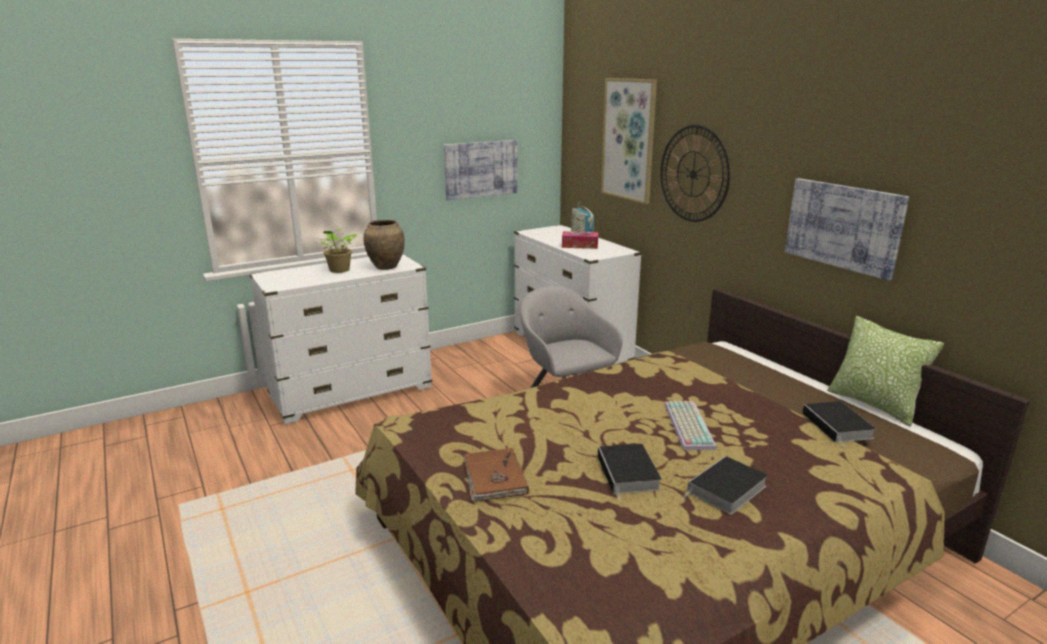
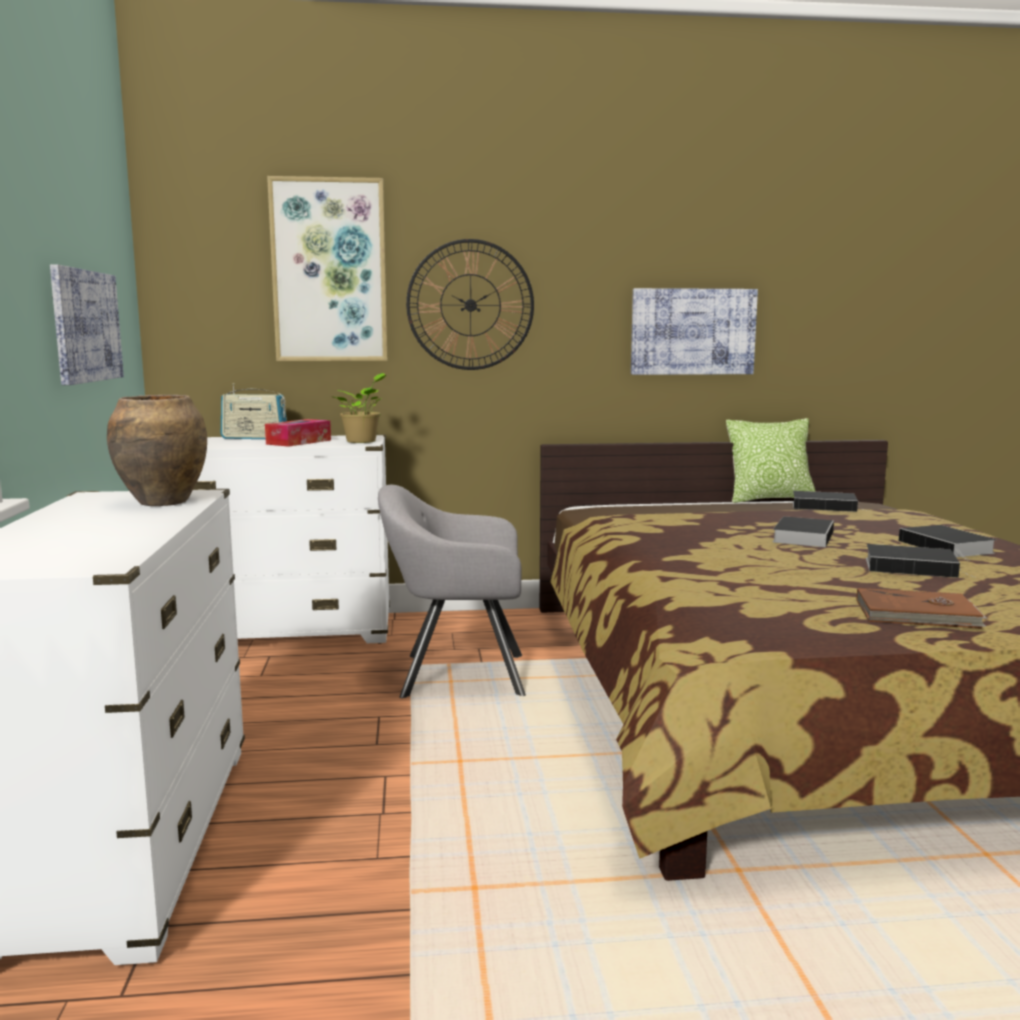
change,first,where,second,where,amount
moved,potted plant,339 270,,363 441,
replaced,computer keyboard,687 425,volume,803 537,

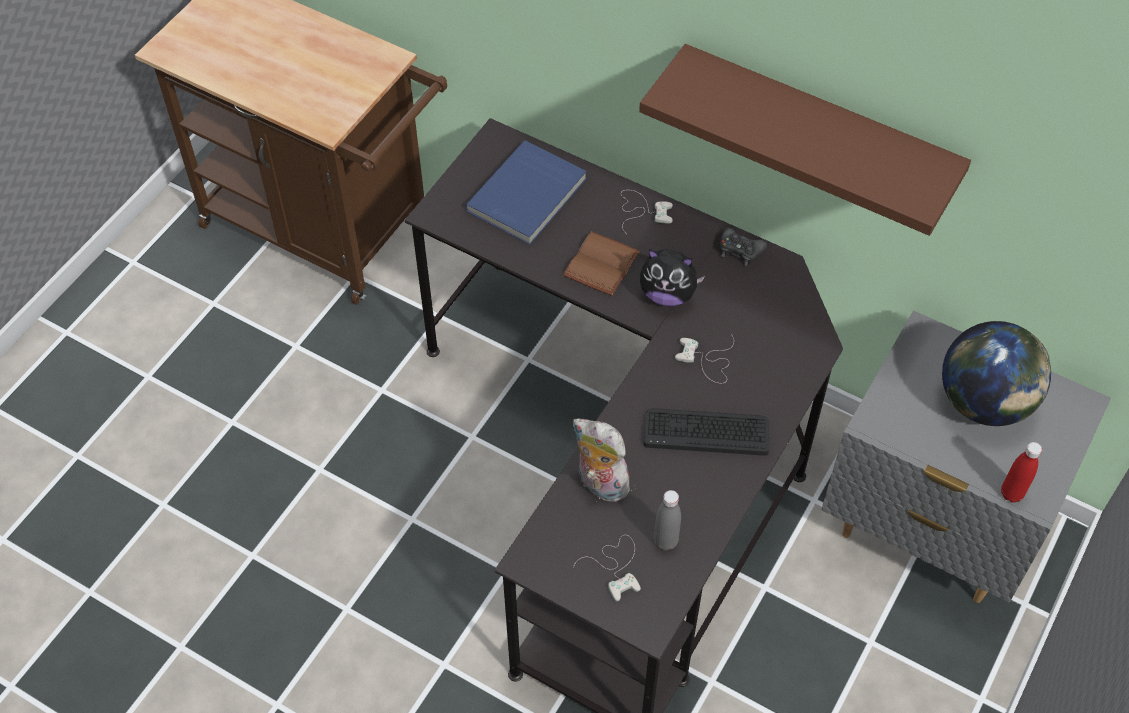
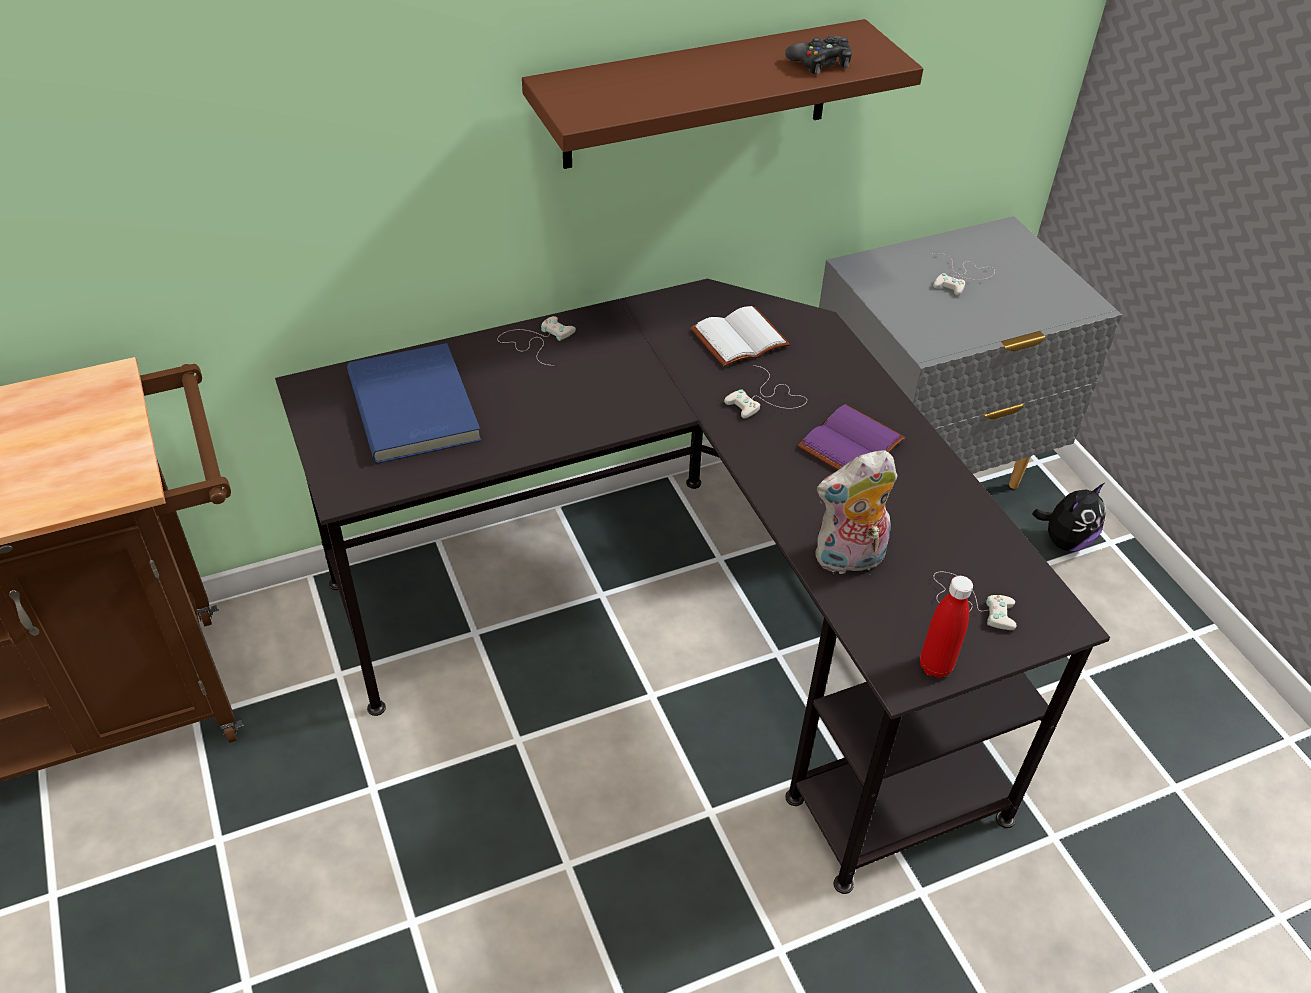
change,first,where,second,where,amount
added,,,volume/whitish,739 337,
moved,game controller/black-coloured,740 250,,820 63,
replaced,computer keyboard,706 432,volume/purple,852 446,
moved,drink bottle/reddish,1011 493,,935 666,
replaced,globe,984 402,game controller/whitish,961 277,
moved,soft toy,667 294,,1065 540,
removed,volume/brown,602 266,,,
removed,drink bottle/grey,665 541,,,

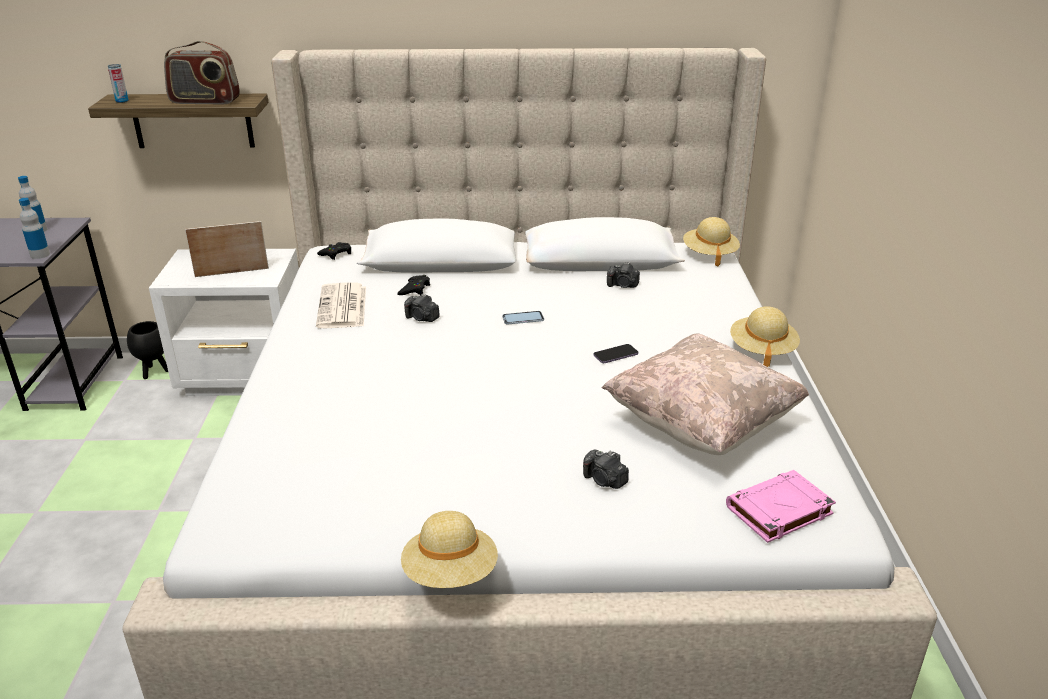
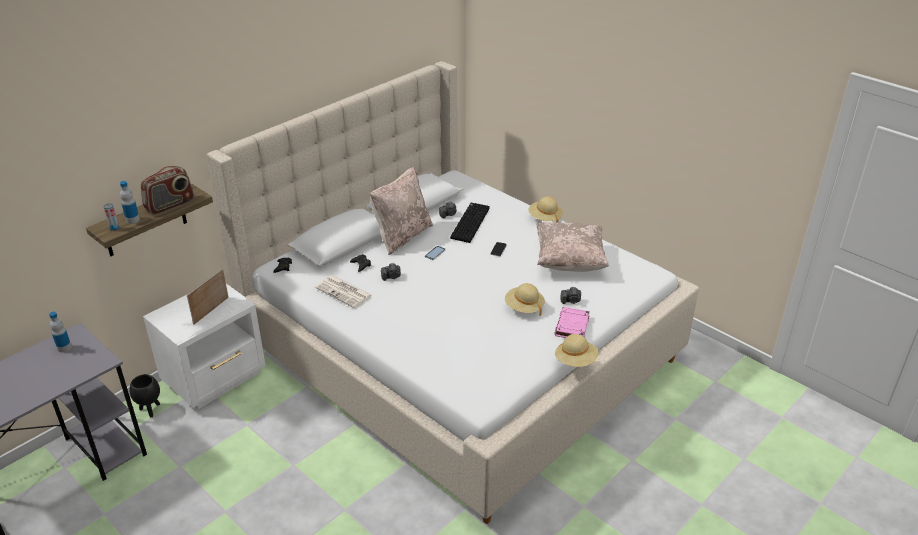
change,first,where,second,where,amount
moved,drink bottle,40 255,,132 220,
added,,,pillow/beige-coloured,402 236,
added,,,computer keyboard,469 222,
moved,clothing hat/beige-coloured,709 254,,524 307,
moved,volume/pink-coloured,778 511,,572 327,

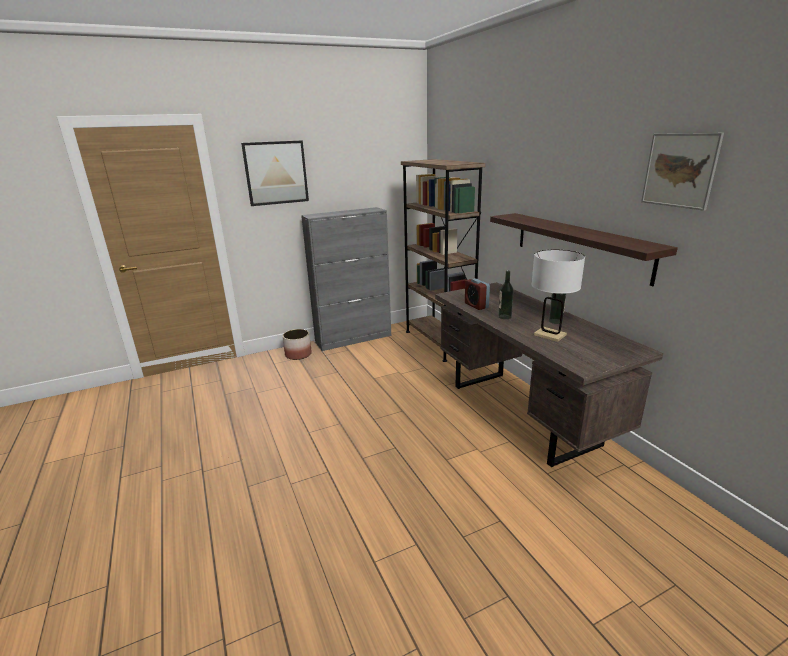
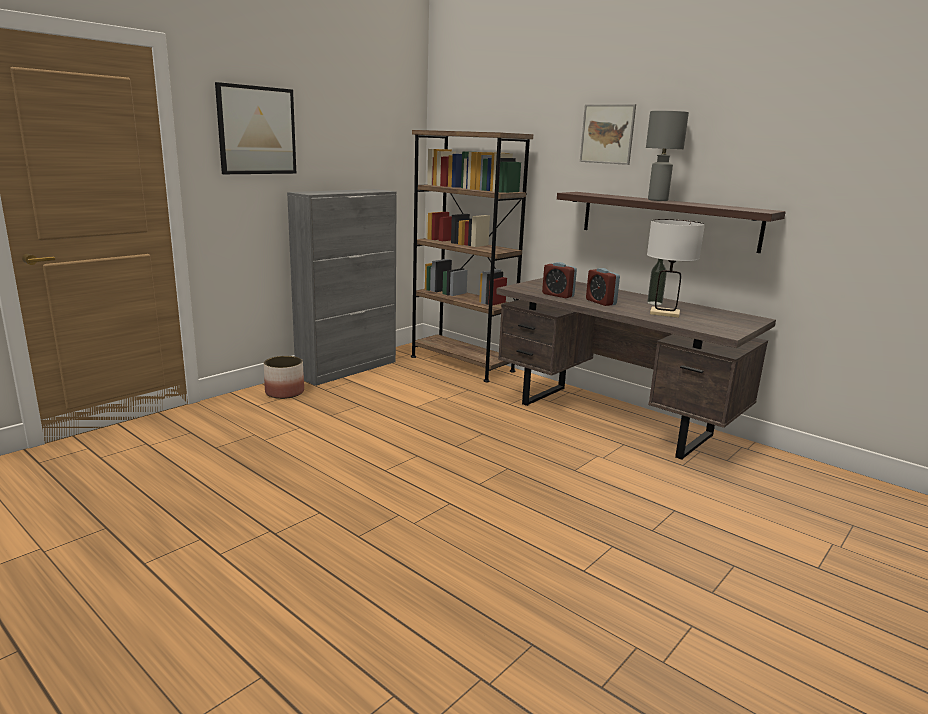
change,first,where,second,where,amount
moved,wall picture,679 170,,607 134,
replaced,drink bottle,504 317,bedside clock,600 302,
added,,,lamp for a table/grey,658 200,

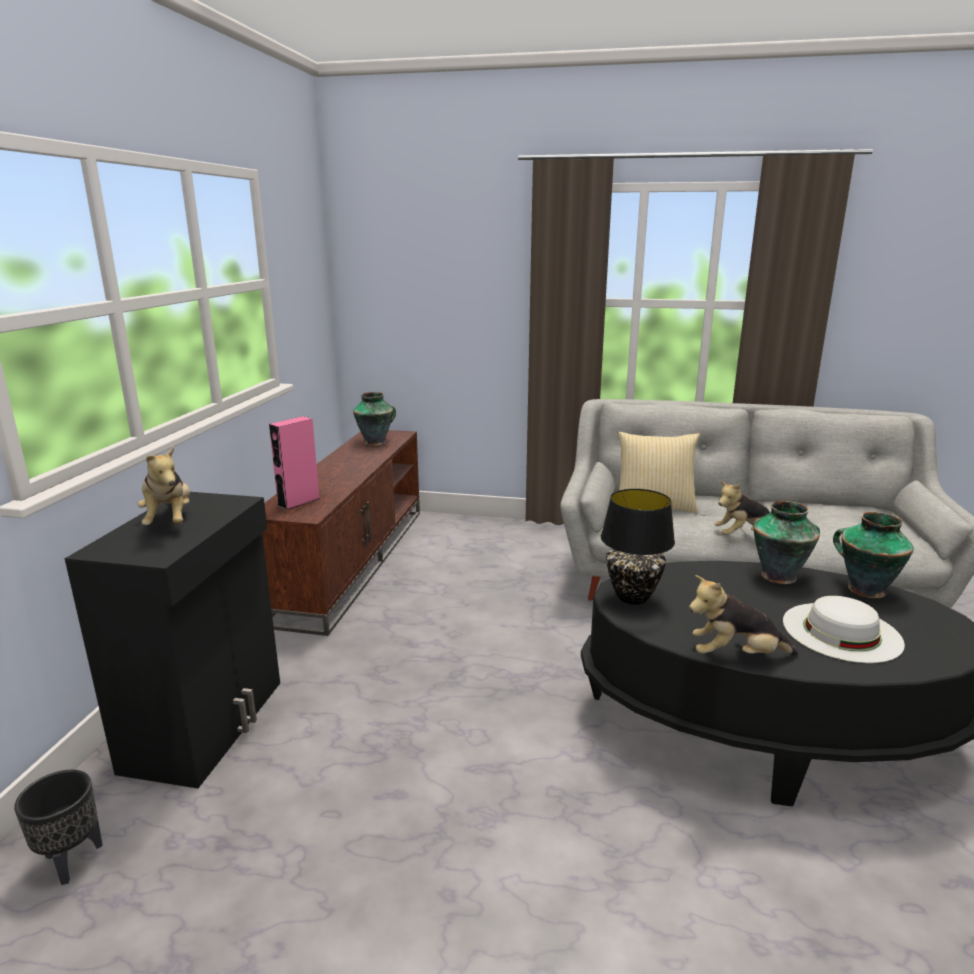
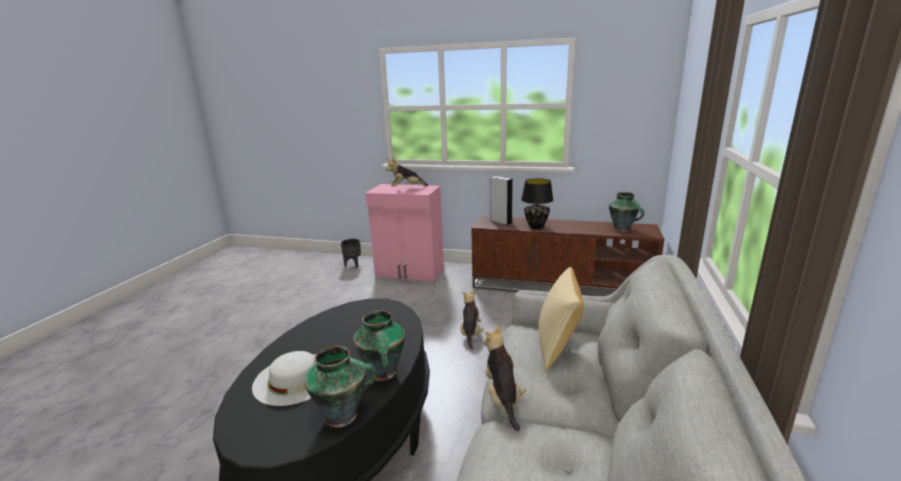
change,first,where,second,where,amount
recoloured,cabinet/black-coloured,208 724,cabinet/pink-coloured,409 272,
moved,soft toy,736 656,,471 333,
recoloured,audio speaker/pink-coloured,298 502,audio speaker/grey,501 222,
moved,lamp for a table/black-coloured,633 598,,535 227,

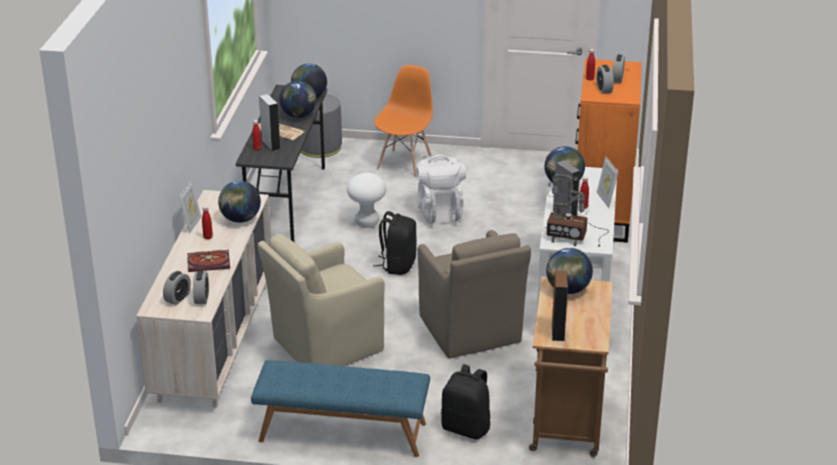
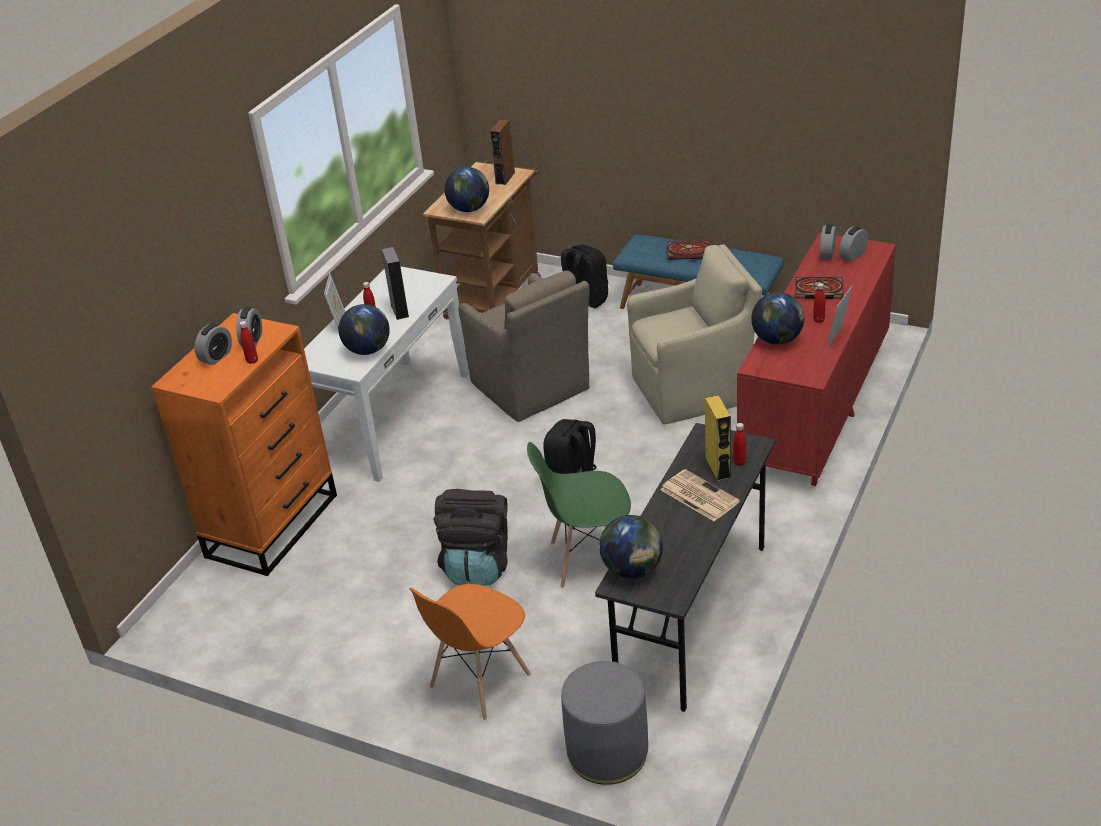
change,first,where,second,where,amount
recoloured,rucksack/whitish,439 212,rucksack/black-coloured,477 565,
turned,armchair/brown,470 331,,531 388,150 degrees clockwise
replaced,stool/whitish,367 223,upright chair/green,587 559,
added,,,volume,689 251,
recoloured,audio speaker/grey,271 145,audio speaker/yellowish,718 468,
recoloured,chest of drawers/beige-coloured,215 341,chest of drawers/reddish,816 408,
removed,globe,299 115,,,
removed,lamp for a table,572 236,,,

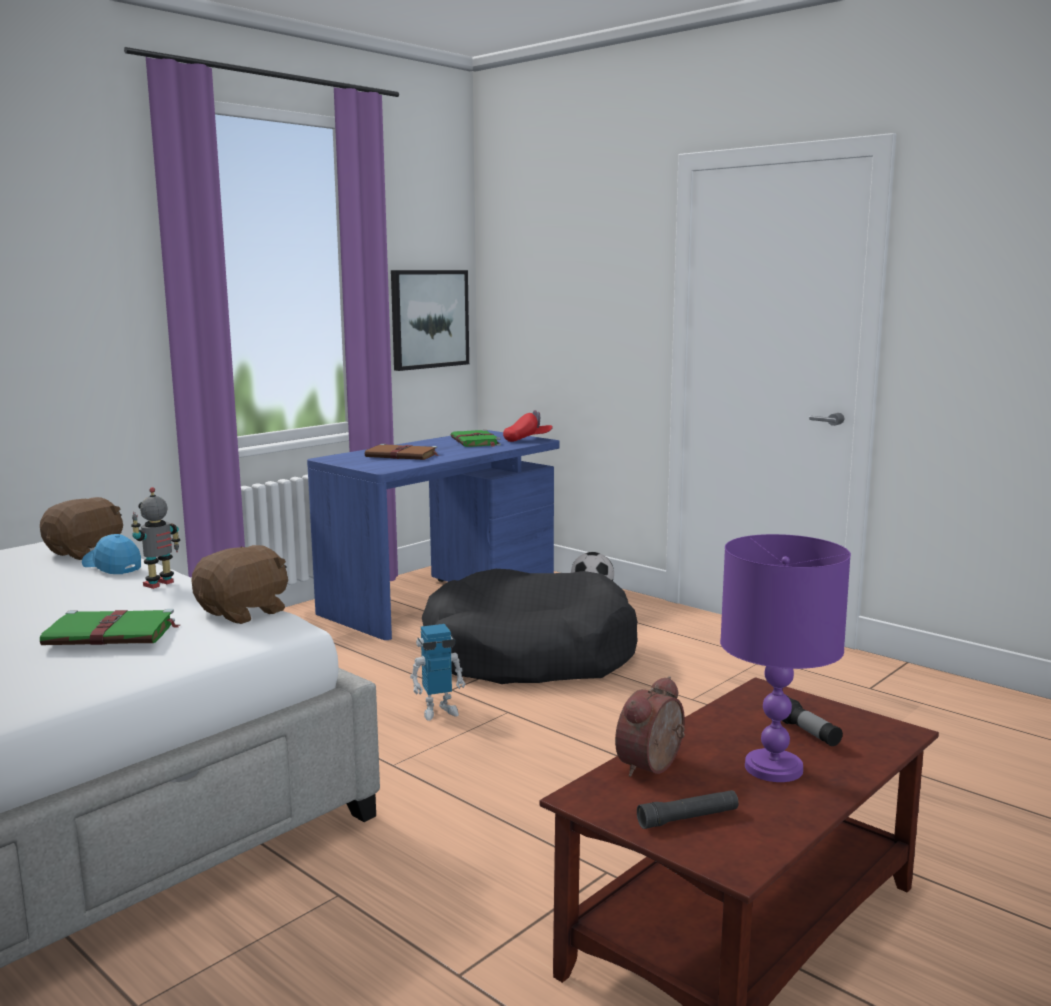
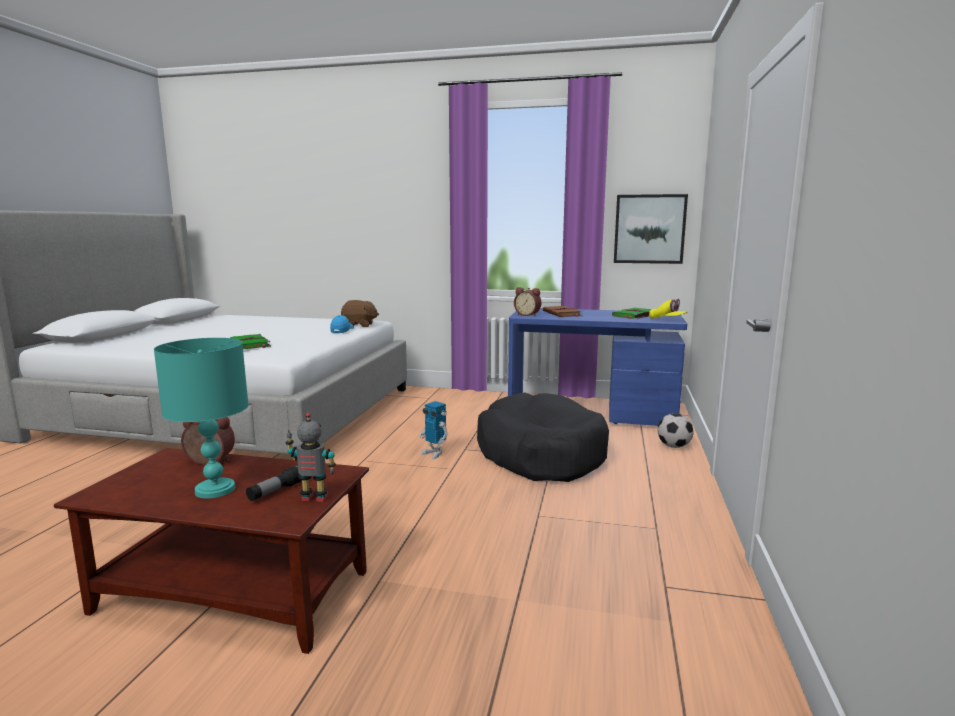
change,first,where,second,where,amount
recoloured,lamp for a table/purple,774 768,lamp for a table/turquoise,215 490,
moved,robot figure,160 584,,314 499,
added,,,bedside clock,528 315,
recoloured,baseball cap/reddish,527 440,baseball cap/yellowish,667 320,
removed,soft toy/brown,244 613,,,
removed,flashlight/black-coloured,688 818,,,

